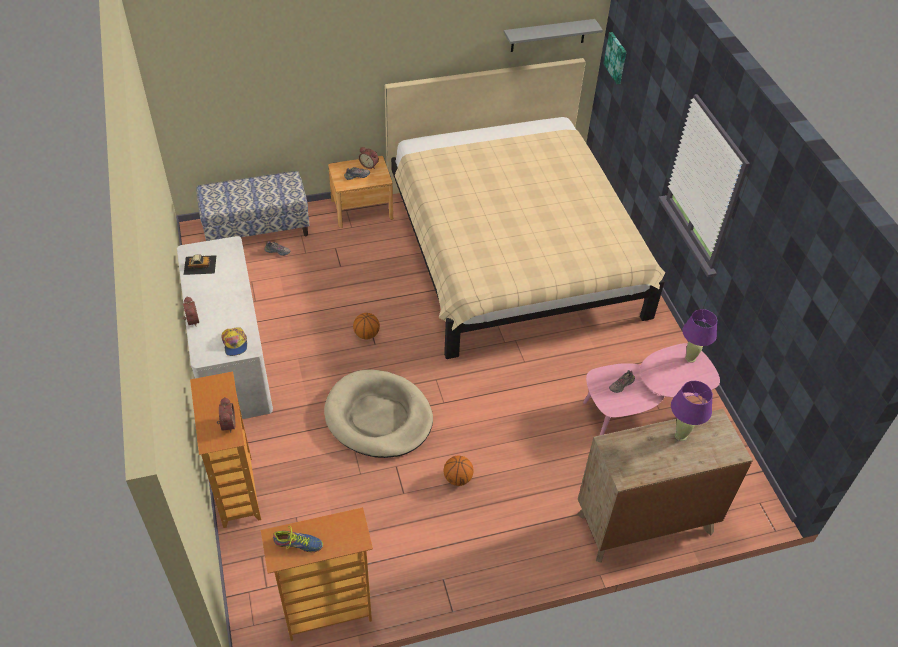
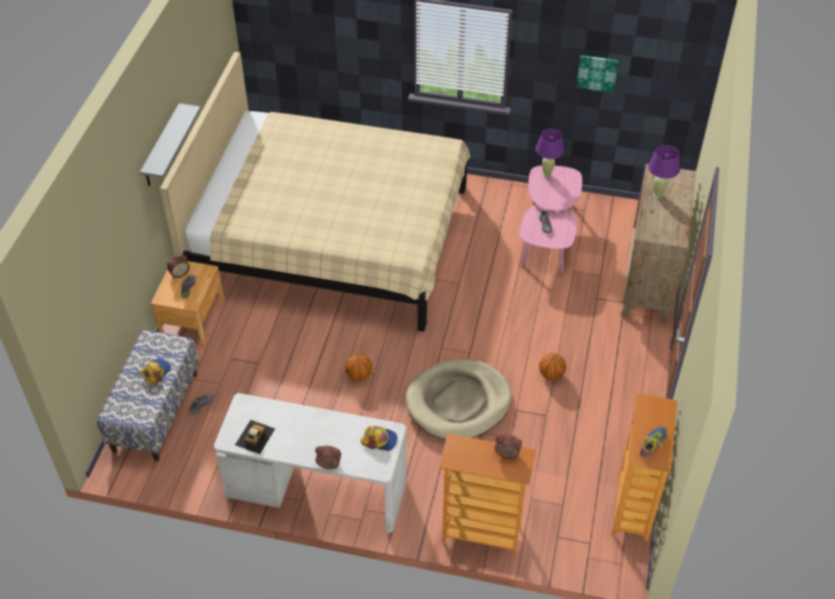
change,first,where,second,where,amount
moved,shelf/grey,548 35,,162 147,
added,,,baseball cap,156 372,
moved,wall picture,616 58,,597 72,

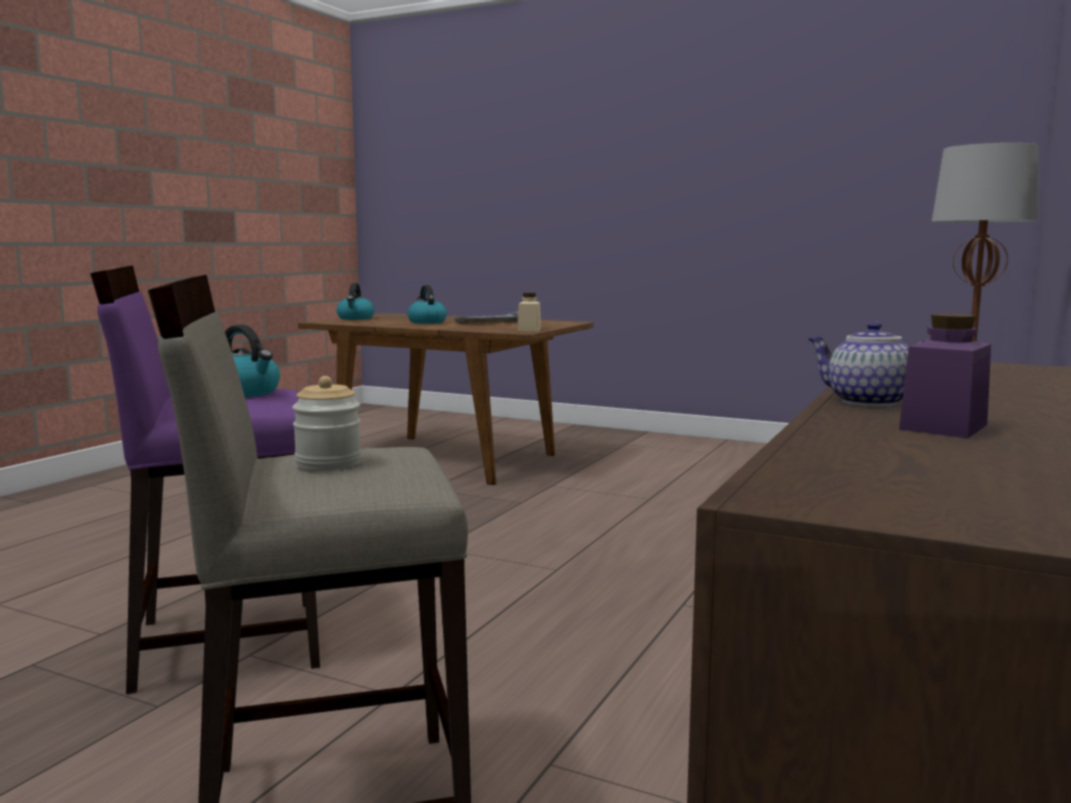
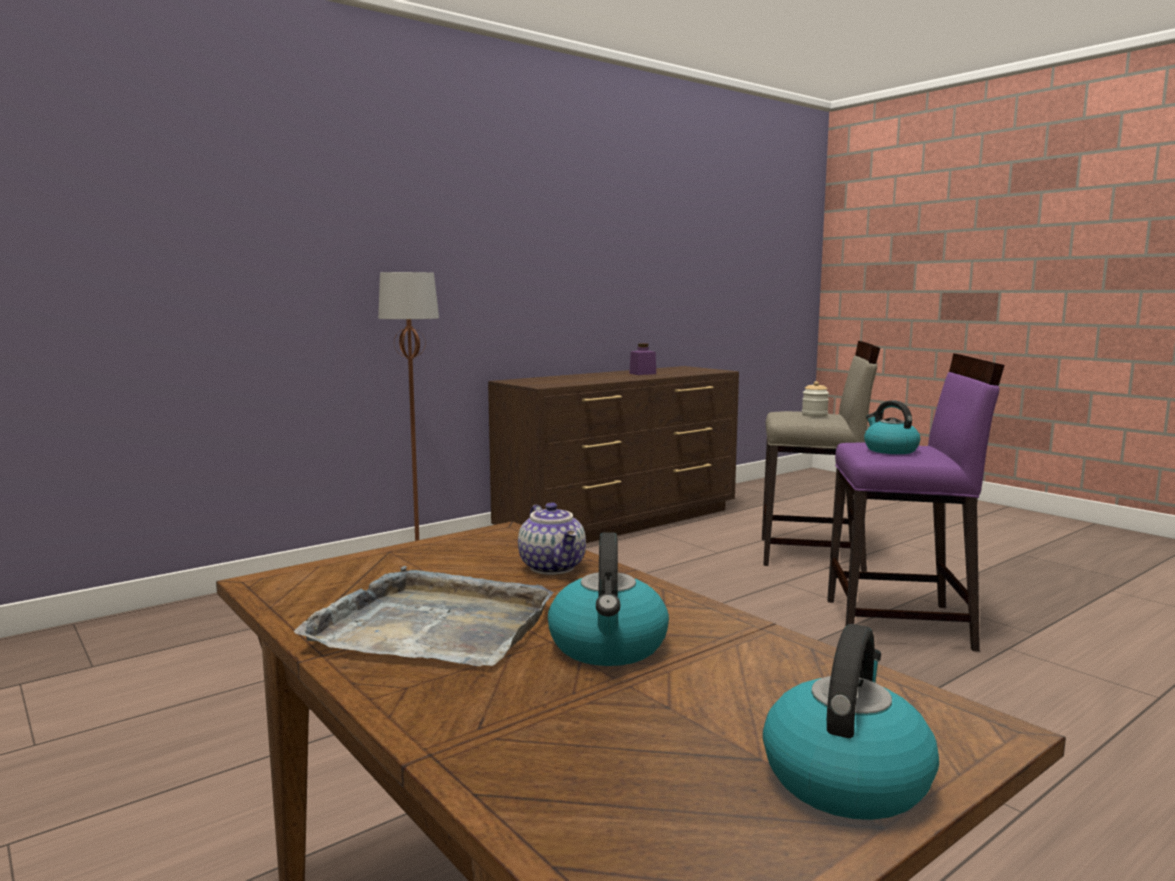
change,first,where,second,where,amount
moved,teapot,867 402,,554 567,
removed,jar/beige-coloured,529 329,,,

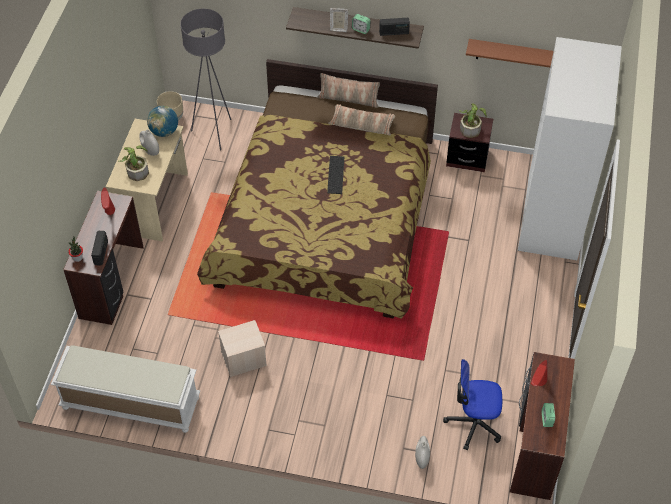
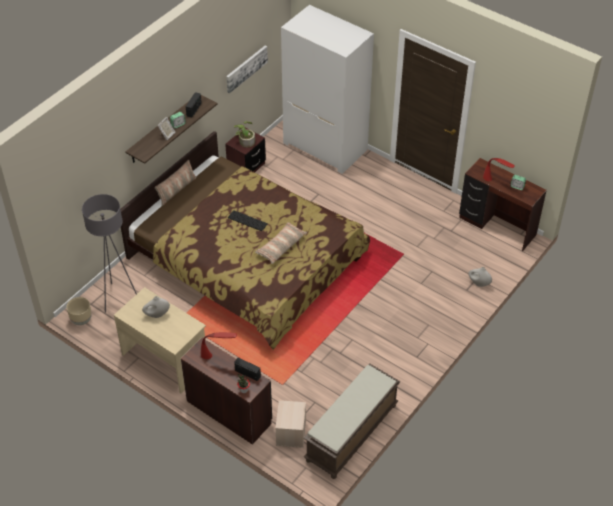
change,first,where,second,where,amount
replaced,shelf/brown,515 54,wall picture,246 68,
moved,pillow,362 124,,281 246,
moved,storage bin/beige-coloured,243 359,,291 433,
recoloured,long seat/whitish,129 403,long seat/brown,352 433,
removed,potted plant,136 170,,,
removed,globe,164 132,,,
removed,desk chair,474 423,,,

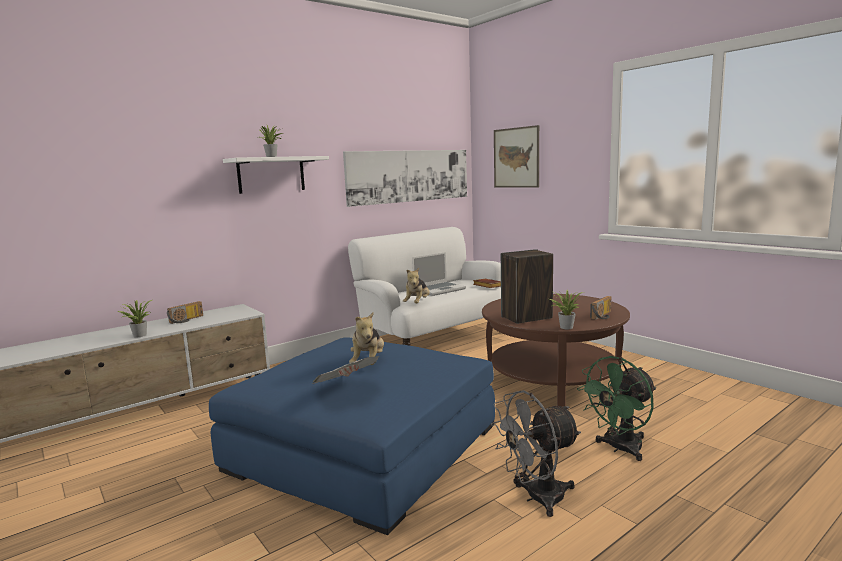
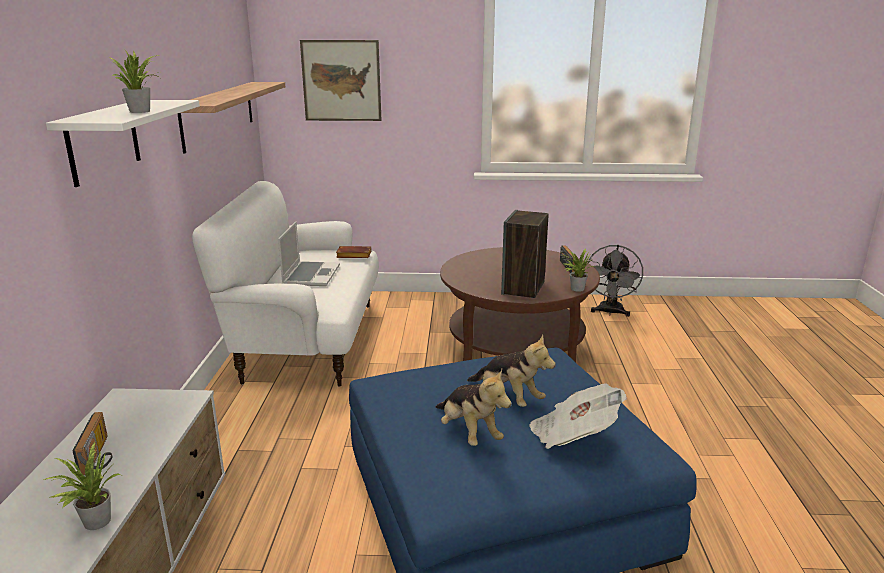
change,first,where,second,where,amount
replaced,wall picture,409 176,shelf,219 113,
moved,soft toy,417 304,,469 433,
moved,electric fan/grey,537 498,,610 312,
removed,electric fan/green,620 449,,,

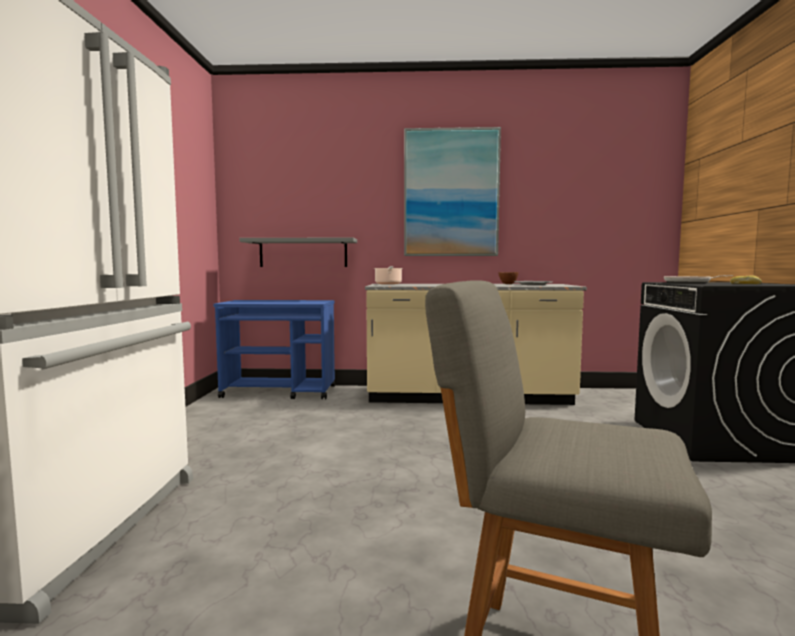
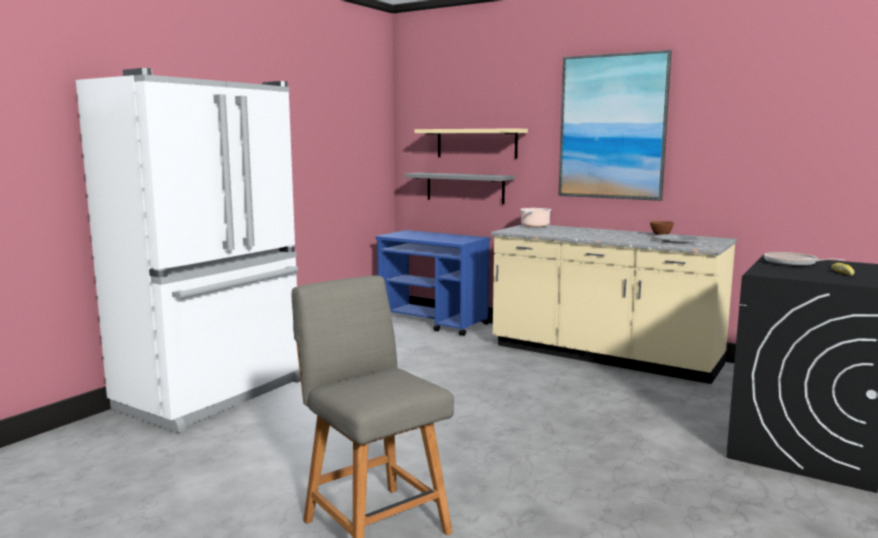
change,first,where,second,where,amount
added,,,shelf/beige-coloured,476 143,

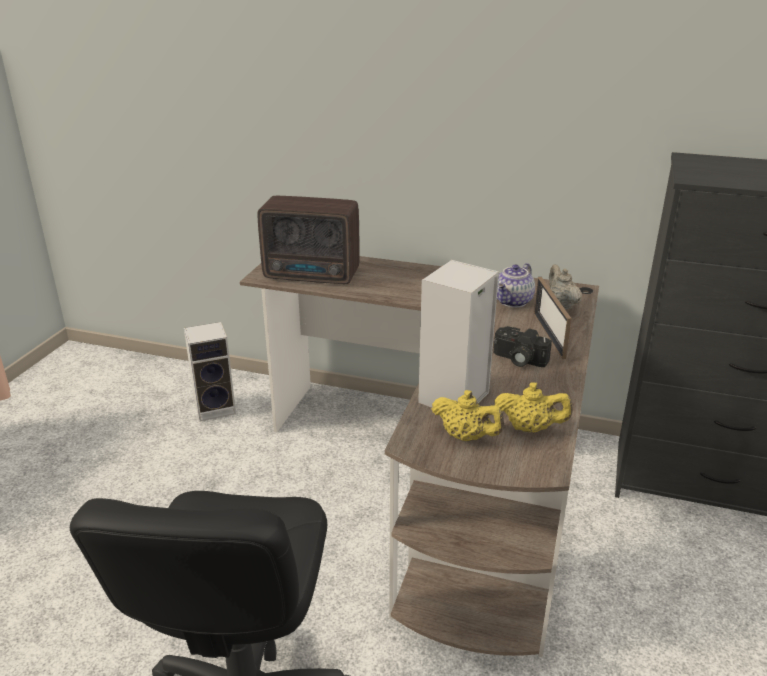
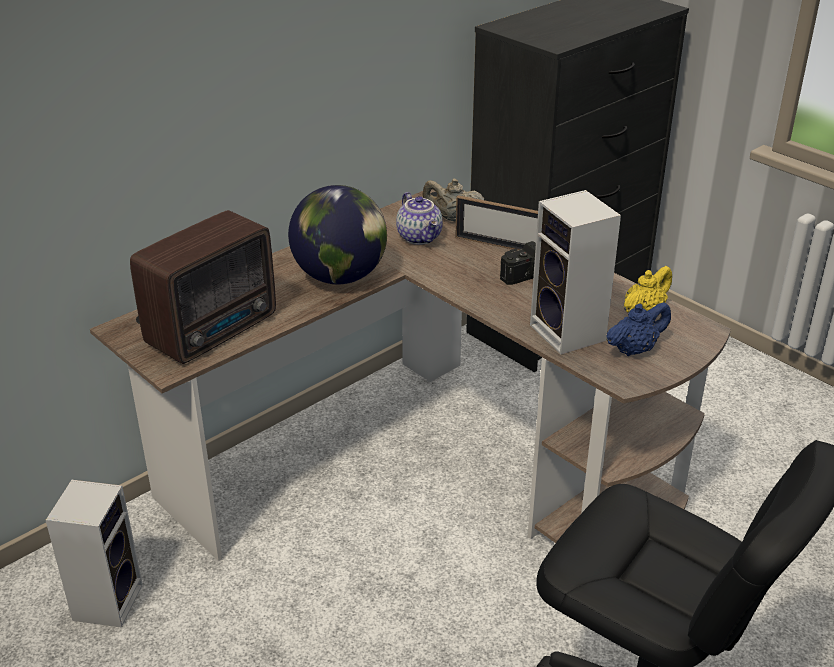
change,first,where,second,where,amount
added,,,globe,340 277,
recoloured,teapot/yellowish,466 437,teapot/bluish,635 349,

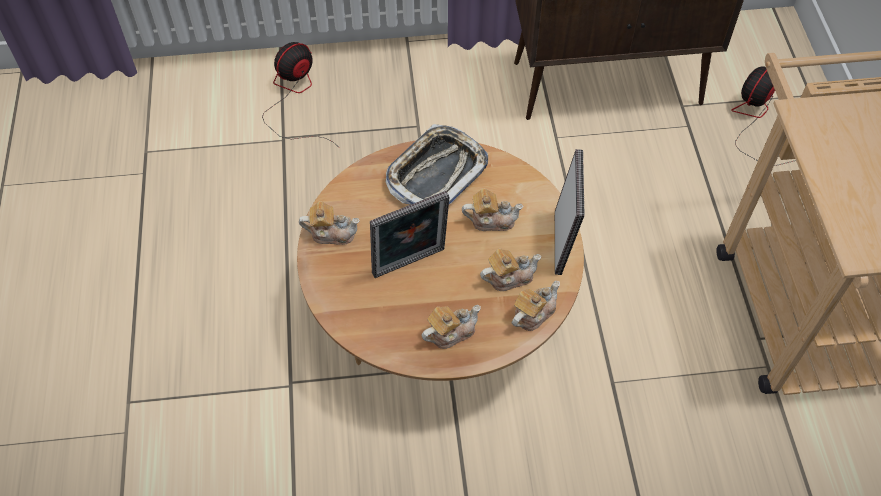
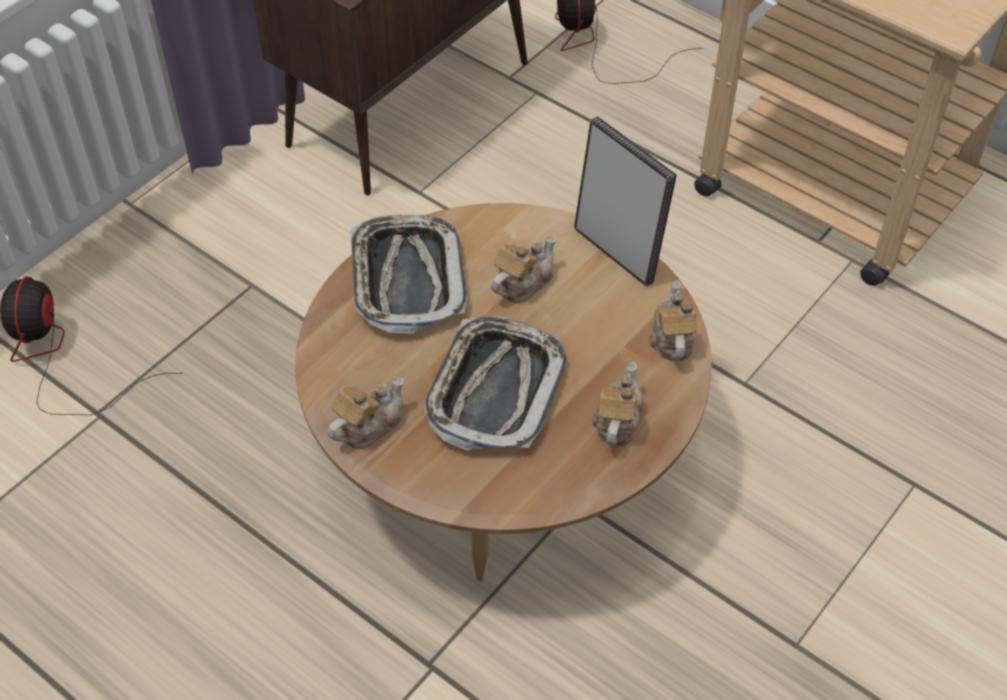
change,first,where,second,where,amount
replaced,standing frame,410 265,serving tray,494 390,
removed,teapot,509 277,,,

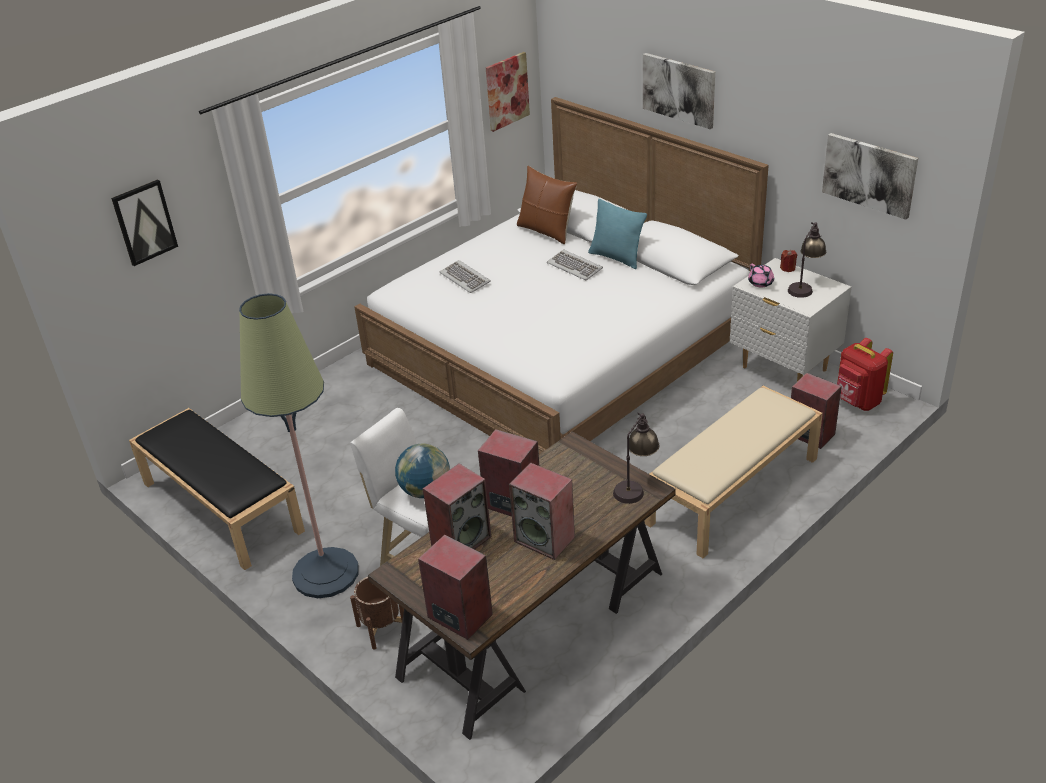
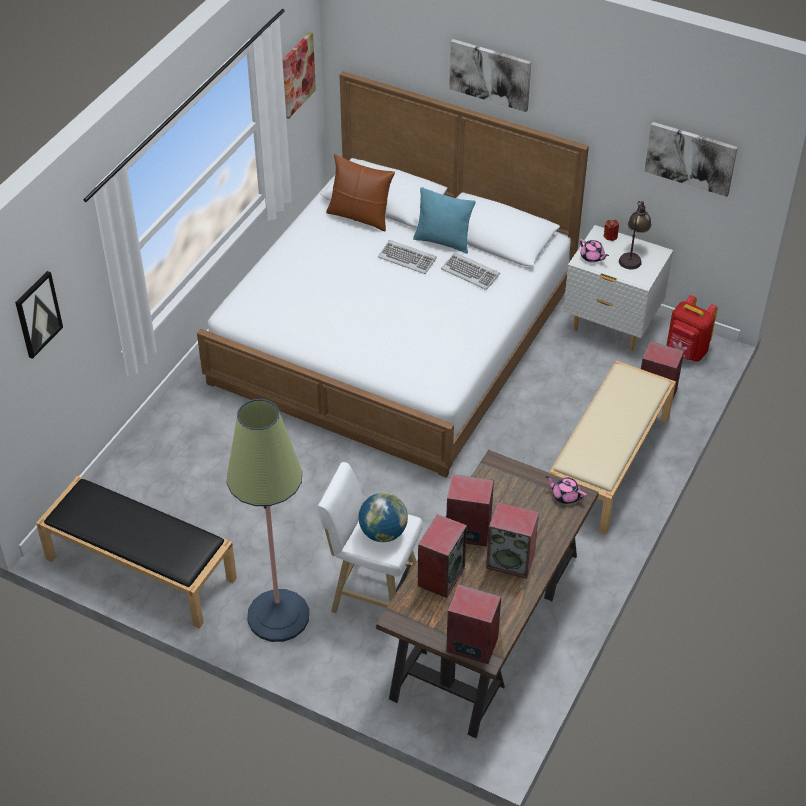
change,first,where,second,where,amount
moved,computer keyboard,465 278,,470 272,
replaced,lamp for a table,635 486,teapot/pink-coloured,565 496,
removed,flower pot/brown,382 629,,,

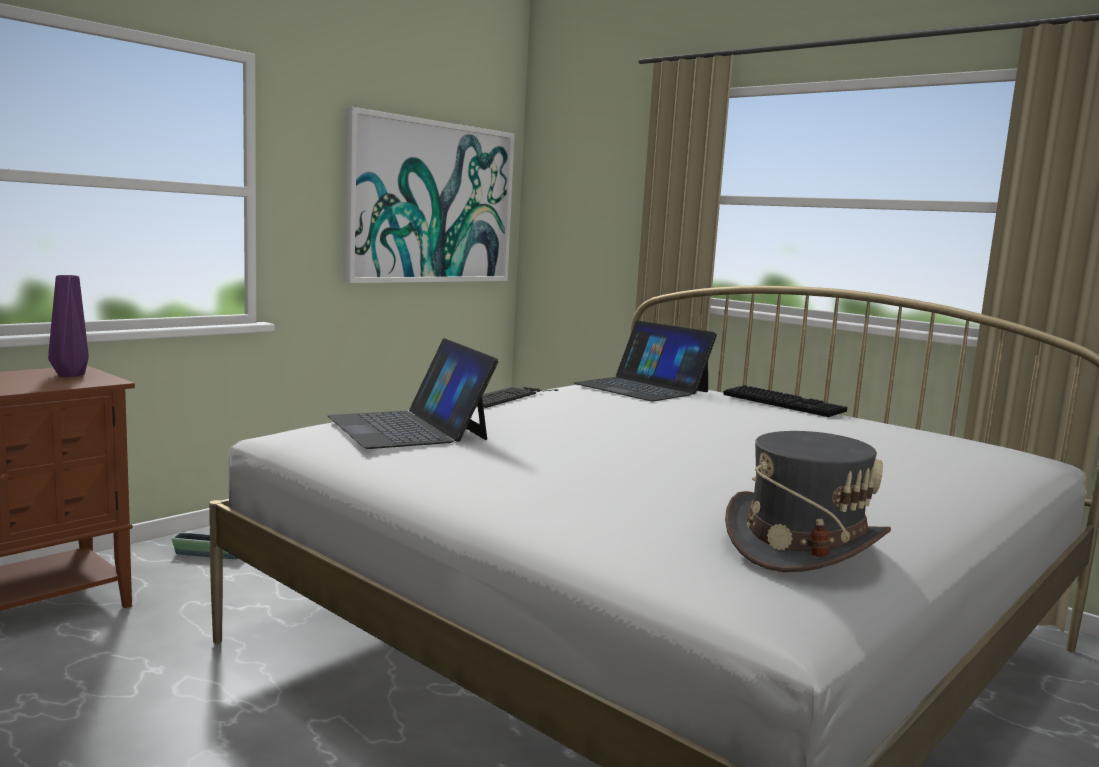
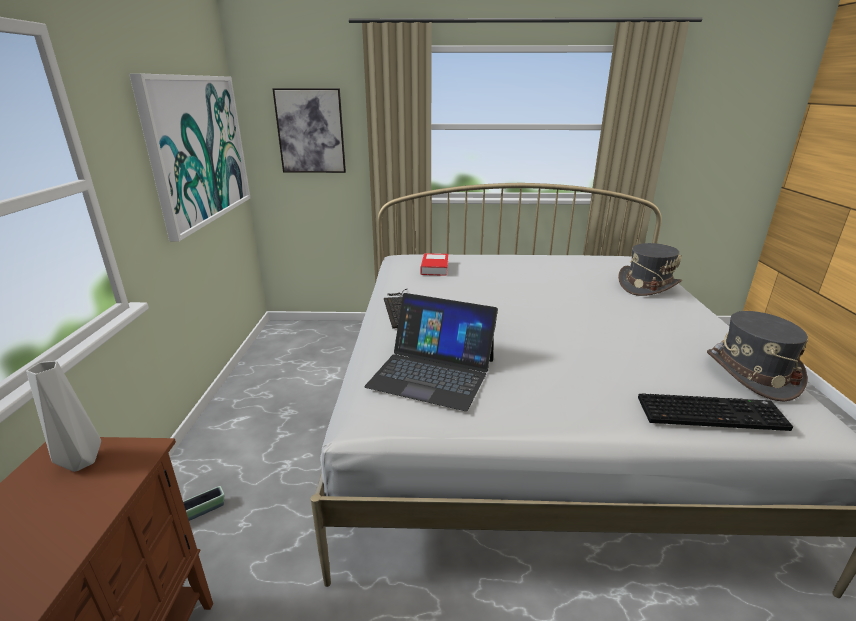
change,first,where,second,where,amount
recoloured,flower vase/purple,70 375,flower vase/grey,82 463,
added,,,wall picture,310 131,
replaced,laptop,642 387,volume,434 268,
added,,,clothing hat/grey,647 286,
moved,computer keyboard,785 403,,711 412,

